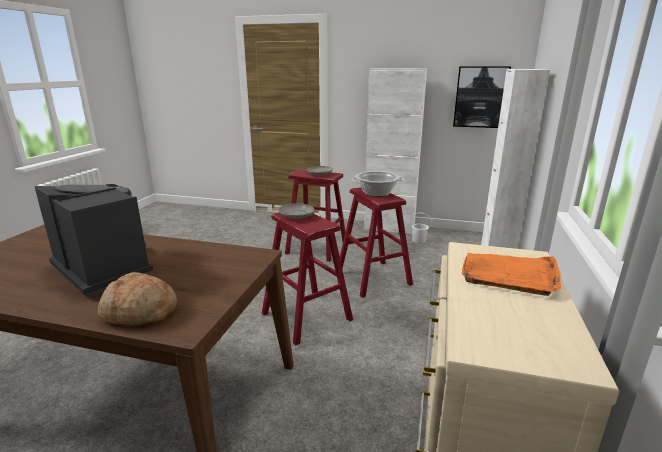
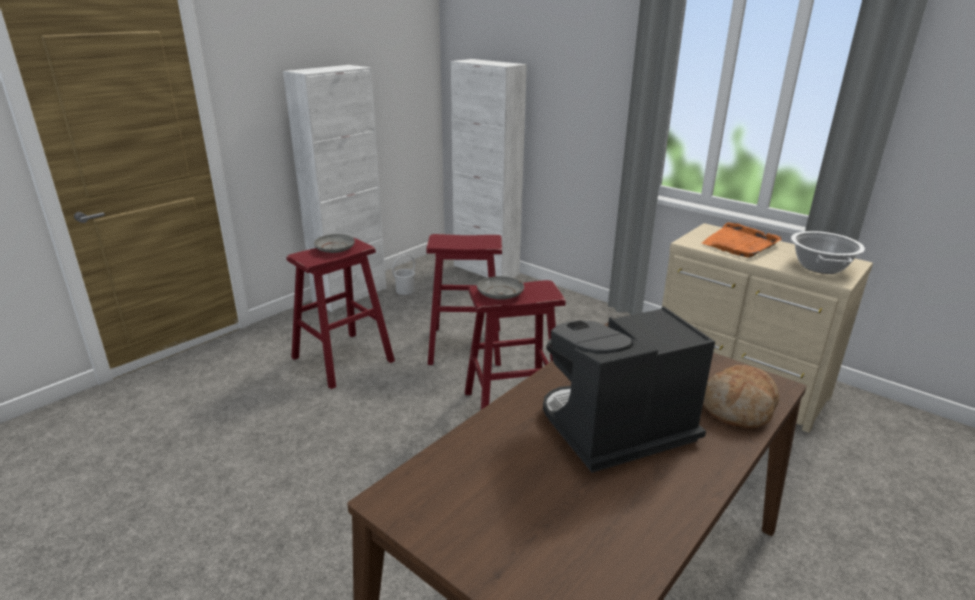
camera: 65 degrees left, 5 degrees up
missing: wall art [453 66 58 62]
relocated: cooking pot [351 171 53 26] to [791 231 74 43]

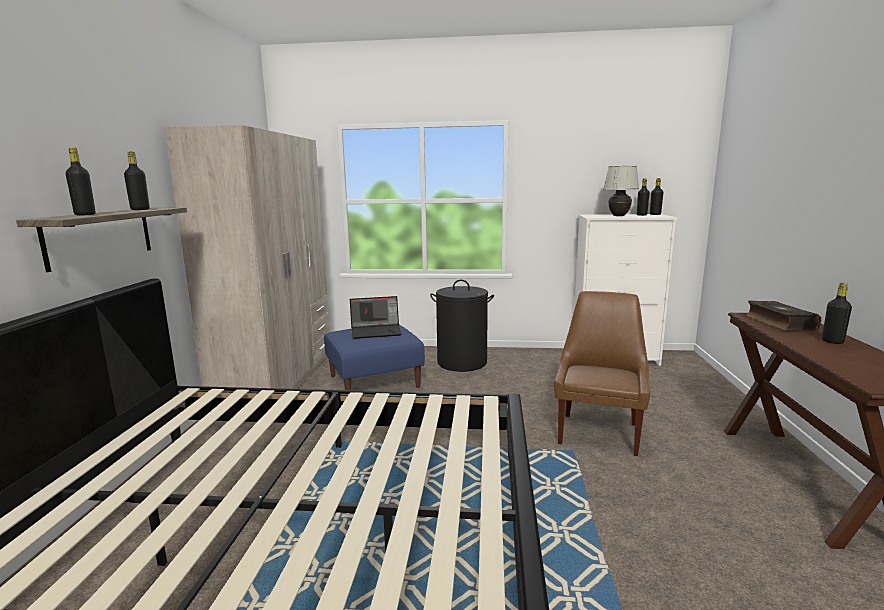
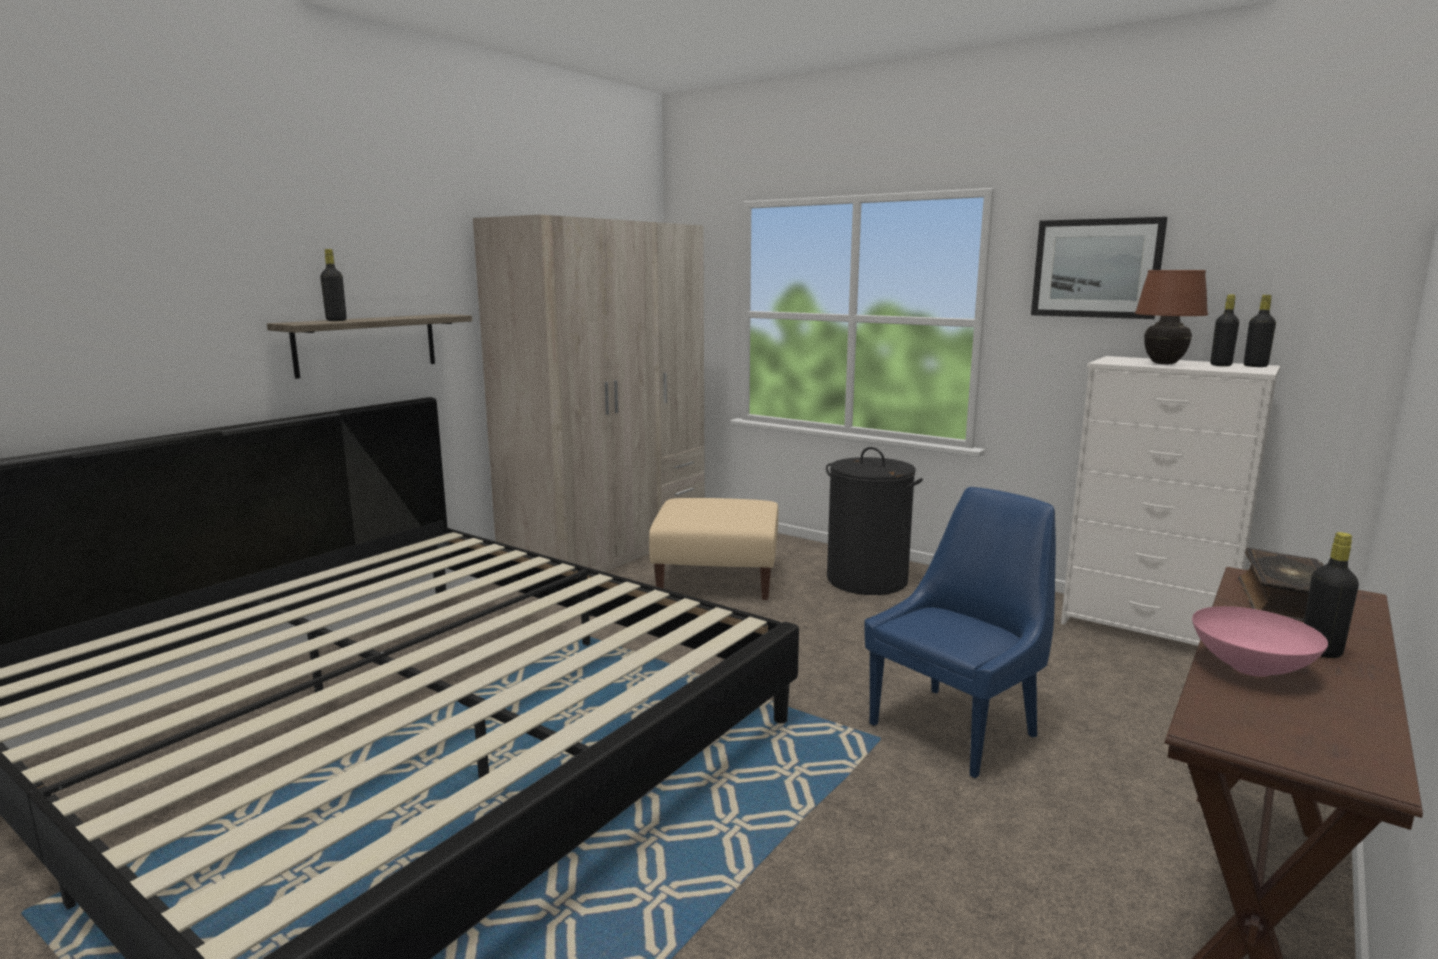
camera: 30 degrees right, 0 degrees up
missing: black-coloured bottle [124 152 26 58]; portable computer [350 296 52 43]
appeared: wall art [1031 217 136 102]; pink-coloured deep dish [1192 606 136 71]
colour: white tabletop lamp [603 166 36 50] to brown-coloured tabletop lamp [1135 270 73 94]; brown-coloured plain chair [554 291 97 165] to bluish plain chair [864 487 192 291]; bluish pouffe [324 325 101 65] to beige-coloured pouffe [649 498 129 102]

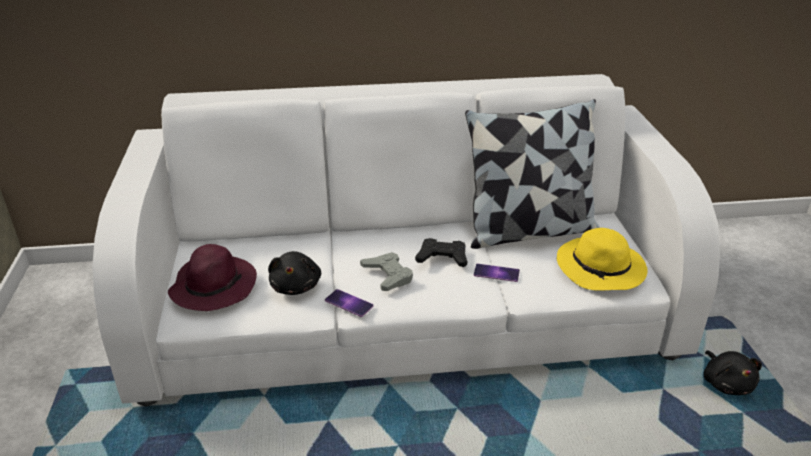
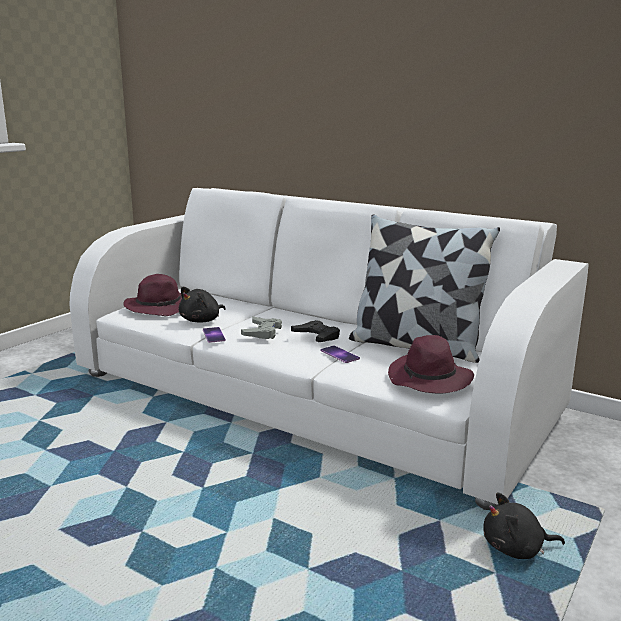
camera: 40 degrees right, 15 degrees down
colour: yellowish clothing hat [557 228 91 63] to purple clothing hat [388 335 86 59]
spun: black-coloured plush toy [704 350 58 45] = [483 492 82 67] 60 degrees clockwise

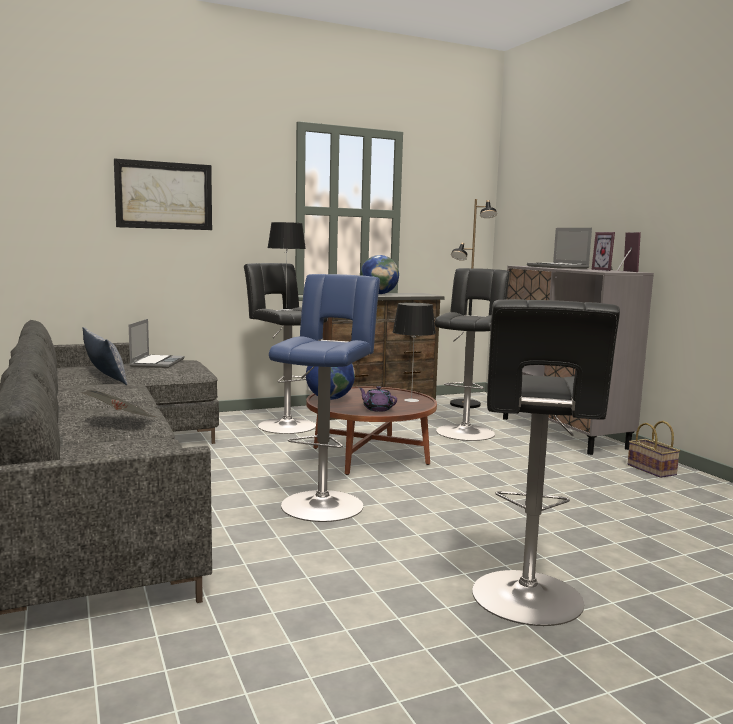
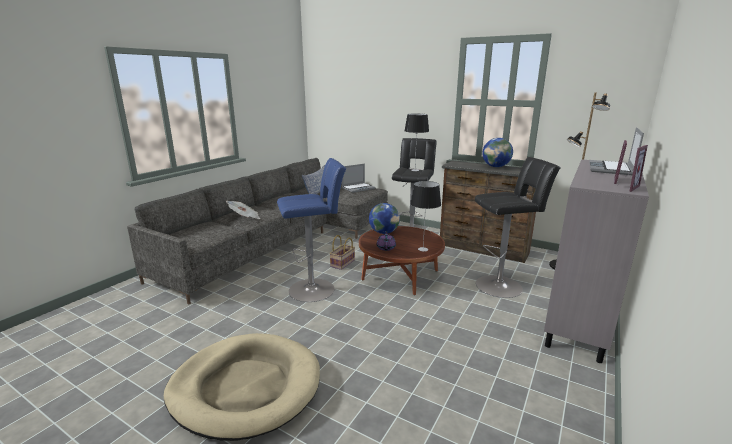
camera: 55 degrees right, 10 degrees up
missing: wall art [114 158 98 72]
relocated: household basket [628 421 52 57] to [329 235 26 35]
exchanged: black-coloured stool [472 299 148 327] to beige-coloured pet bed [164 333 156 108]

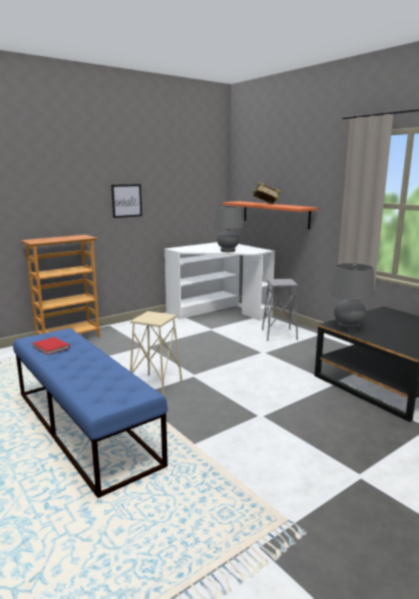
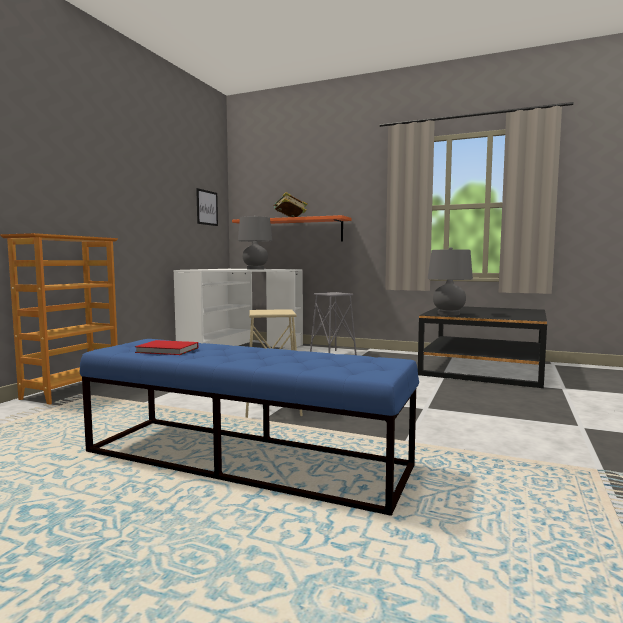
camera: 30 degrees left, 10 degrees down
relocated: wall art [111 184 31 34] to [196 188 22 38]

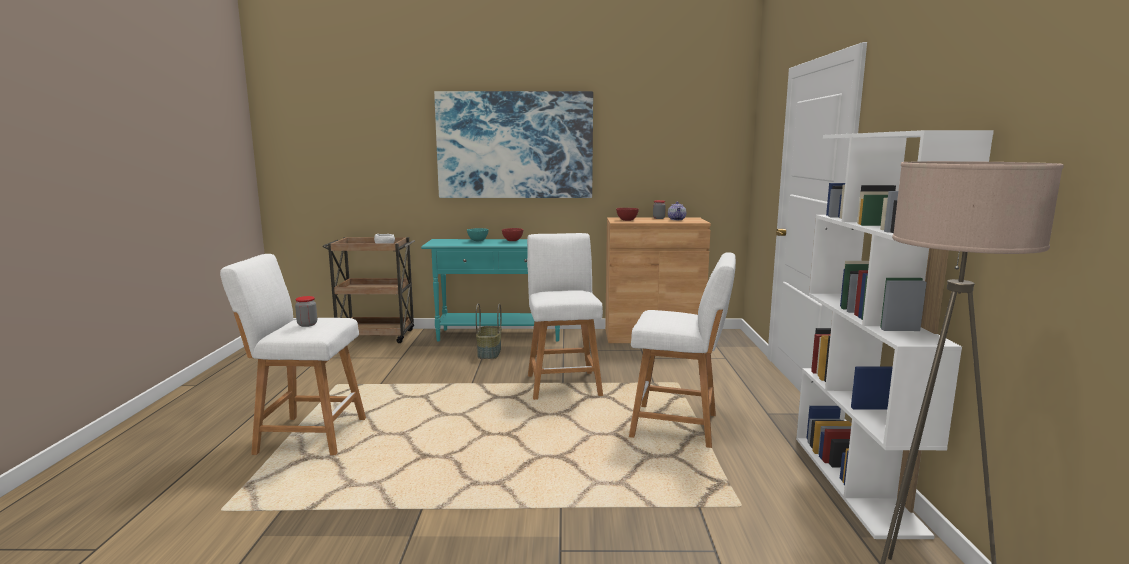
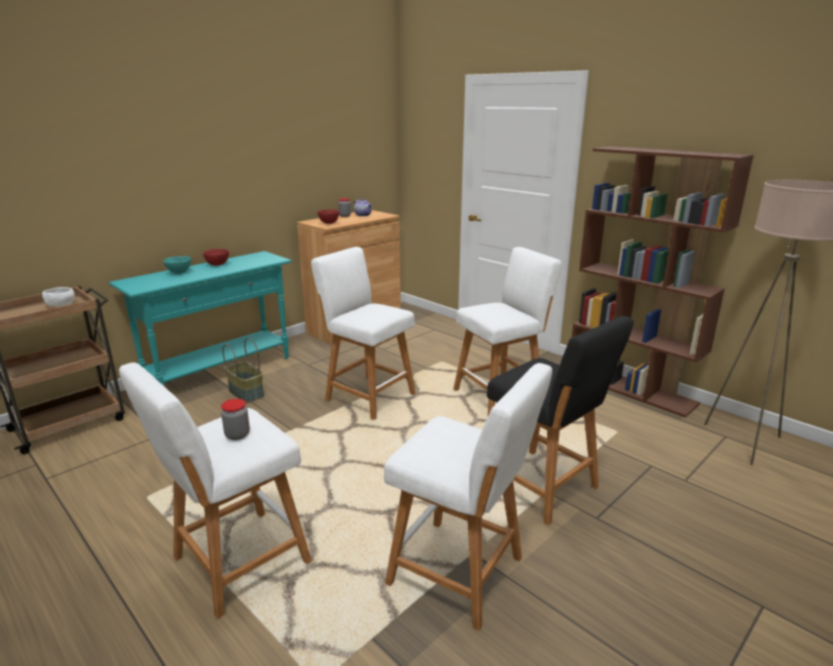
camera: 45 degrees left, 10 degrees up
missing: wall art [434 91 159 107]
appeared: black-coloured stool [487 316 146 209]; white stool [384 363 168 268]
colour: white bookcase [796 130 198 409] to brown-coloured bookcase [572 146 182 272]

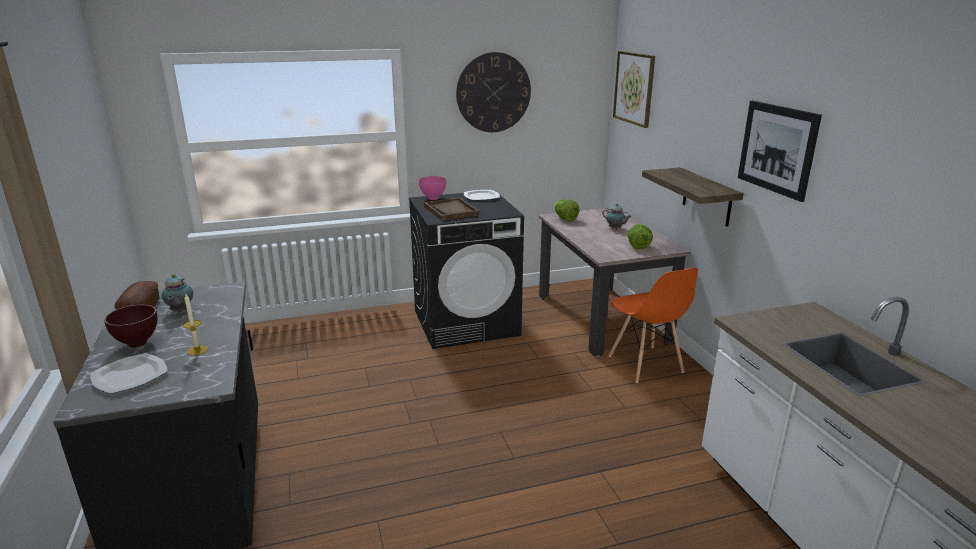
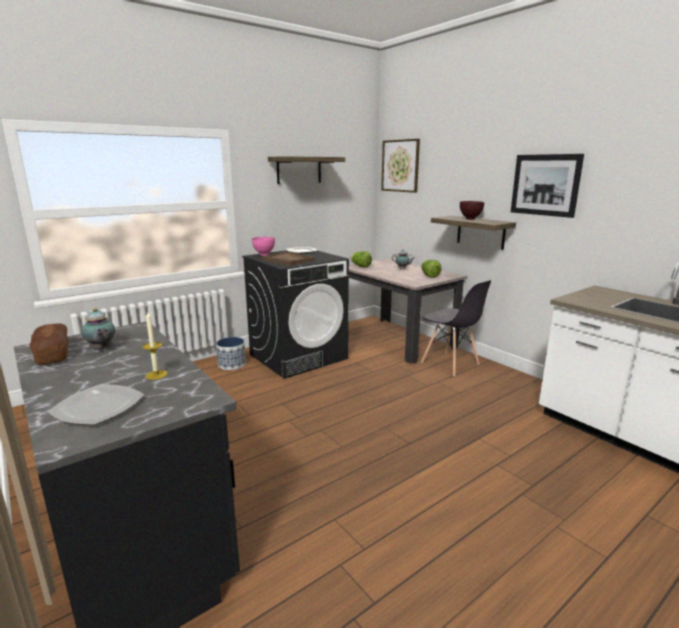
camera: 20 degrees left, 5 degrees down
appeared: plant pot [216 337 30 33]
relocated: brown-coloured deep dish [104 305 53 43] to [460 201 24 19]
exchanged: hanging clock [456 52 75 80] to wall shelf [268 156 77 28]
colour: orangey plain chair [609 268 89 115] to grey plain chair [421 280 70 96]

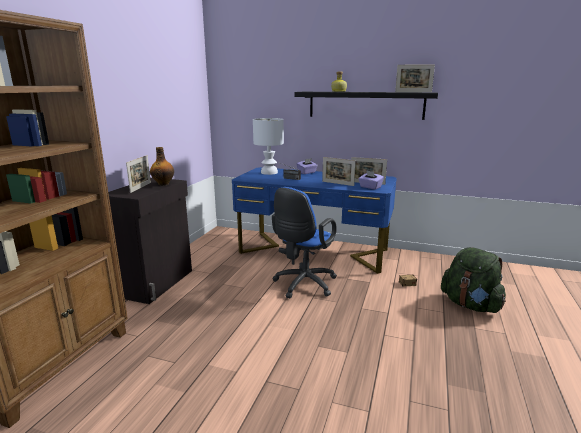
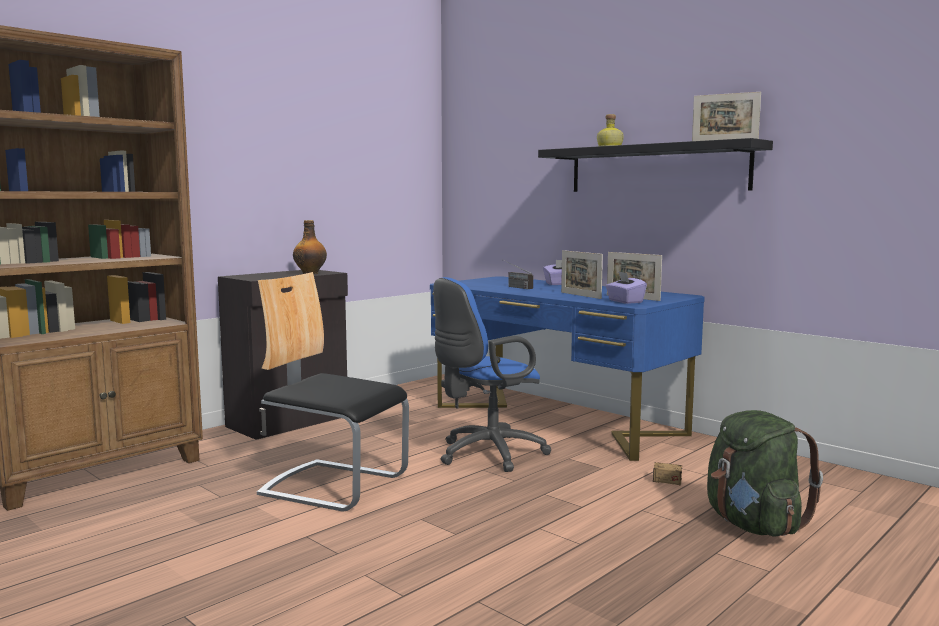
camera: 25 degrees right, 10 degrees down
missing: white tabletop lamp [253 118 31 57]; picture frame [126 155 25 38]
appeared: plain chair [257 272 152 240]

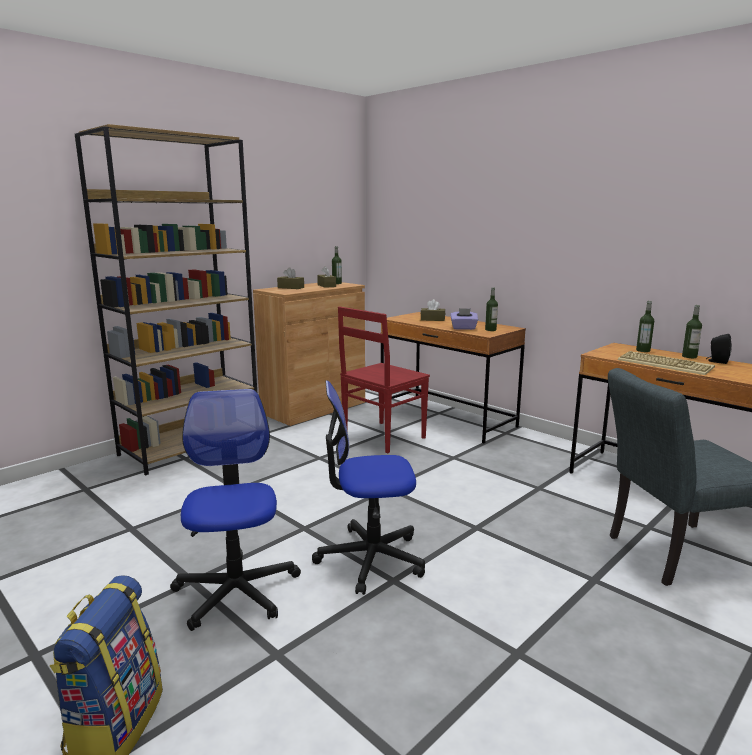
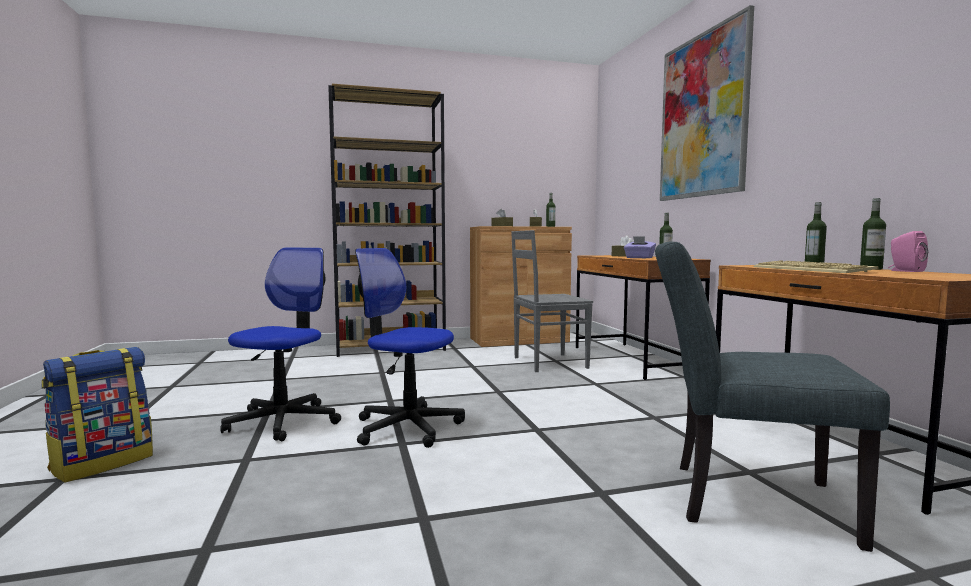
camera: 30 degrees right, 10 degrees down
appeared: wall art [660 5 94 196]
colour: red plain chair [338 306 92 148] to grey plain chair [511 230 82 142]; black-coloured audio speaker [706 334 26 30] to pink-coloured audio speaker [888 231 40 41]

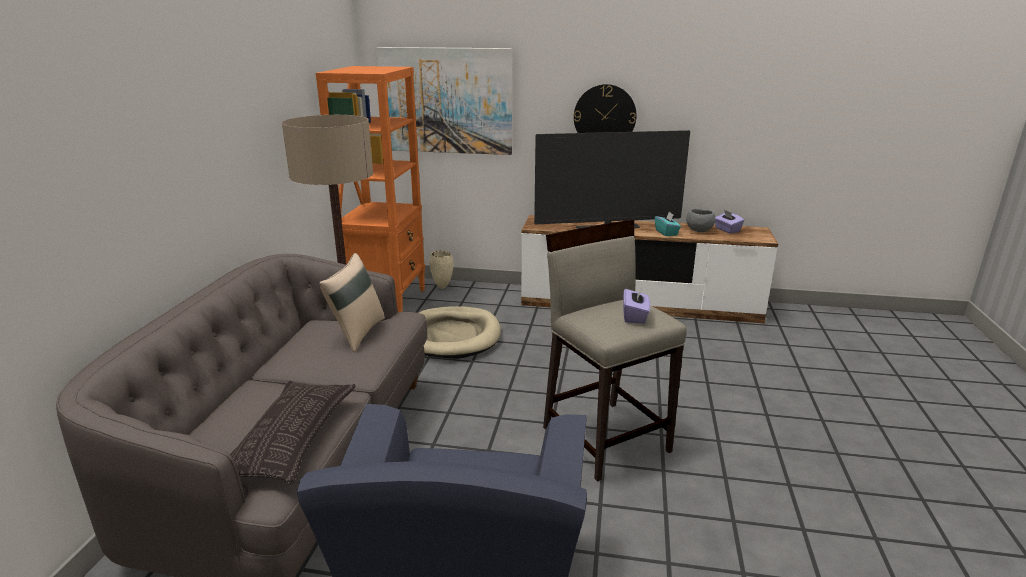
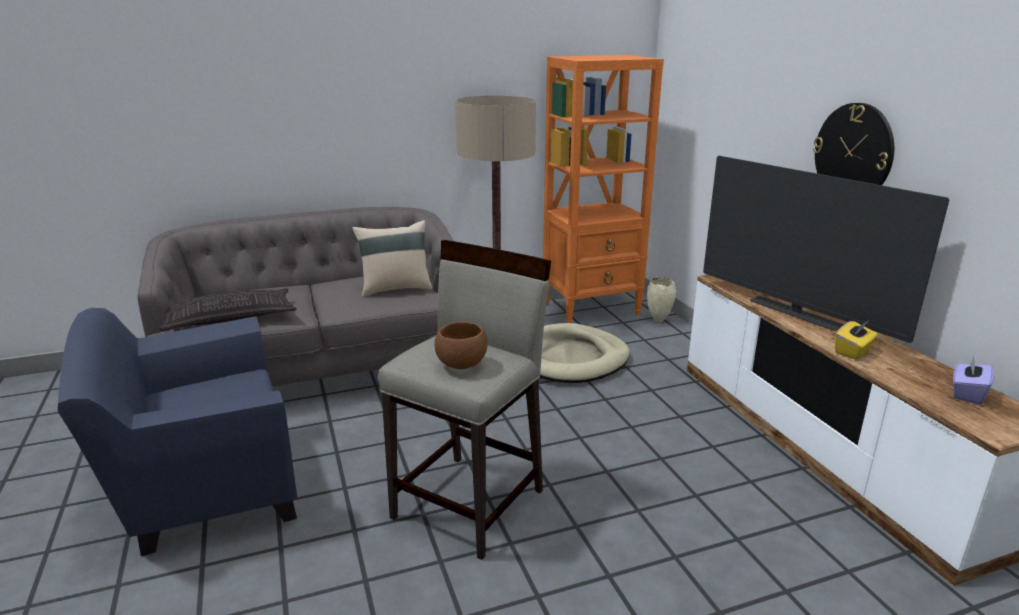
camera: 60 degrees right, 0 degrees up
missing: wall art [376 47 136 108]; grey deep dish [686 209 29 23]
exchanged: purple box of tissues [623 287 27 37] to brown-coloured deep dish [435 322 53 47]
colour: turquoise box of tissues [655 212 26 24] to yellowish box of tissues [835 320 43 40]

